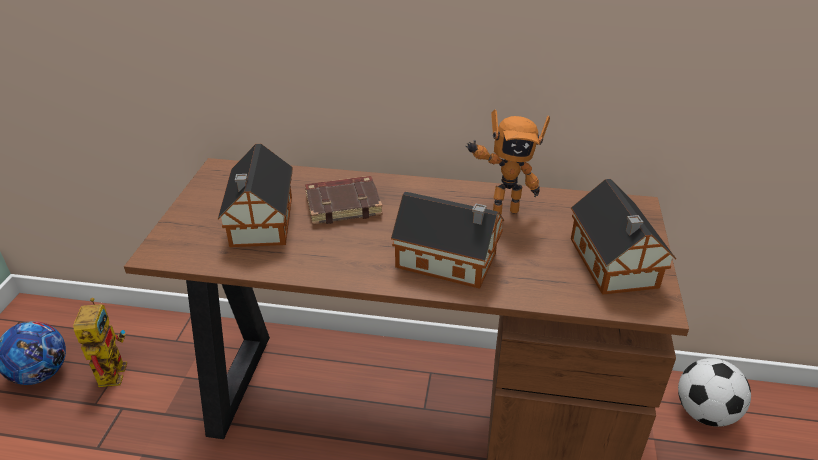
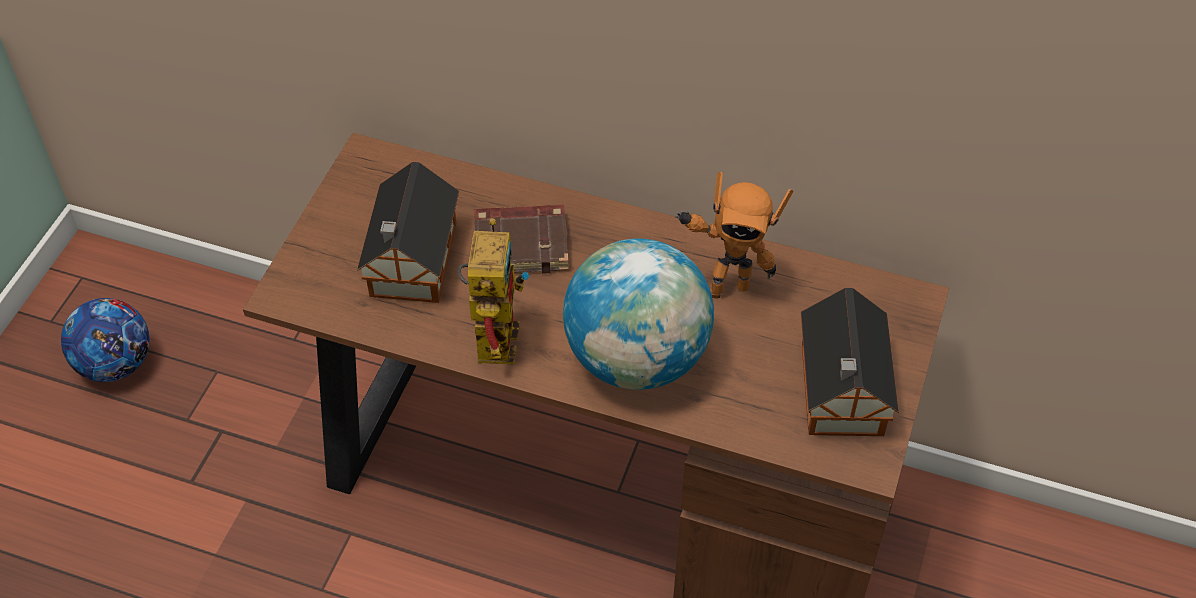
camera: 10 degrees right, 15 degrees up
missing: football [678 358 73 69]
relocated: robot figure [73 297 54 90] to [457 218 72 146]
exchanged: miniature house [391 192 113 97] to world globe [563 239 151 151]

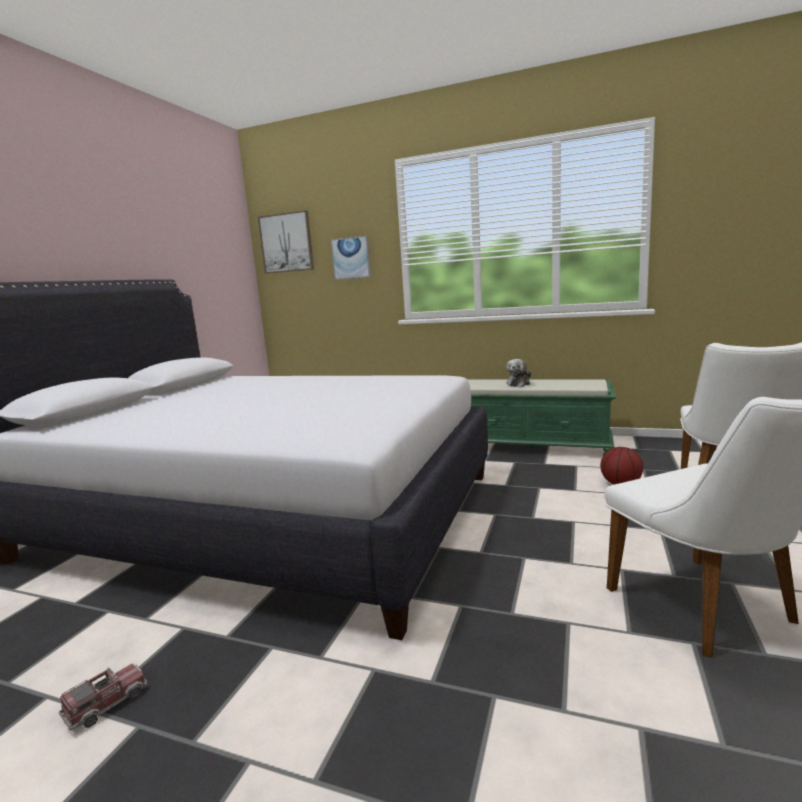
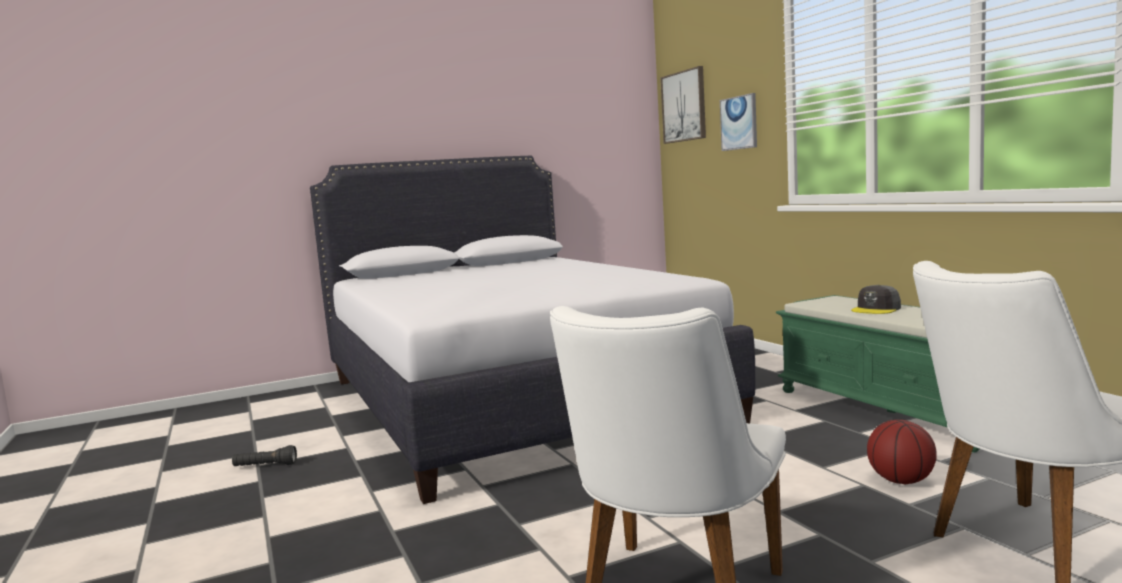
camera: 45 degrees right, 5 degrees down
exchanged: plush toy [506 359 25 28] to grey cap [851 285 50 29]; model truck [59 664 89 66] to black-coloured flashlight [232 445 65 21]

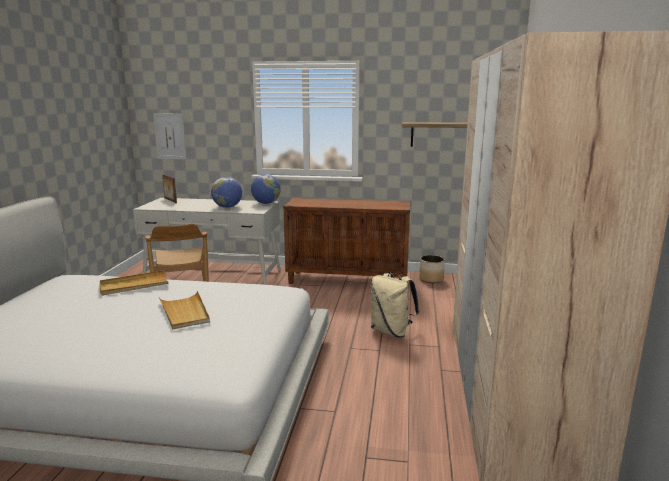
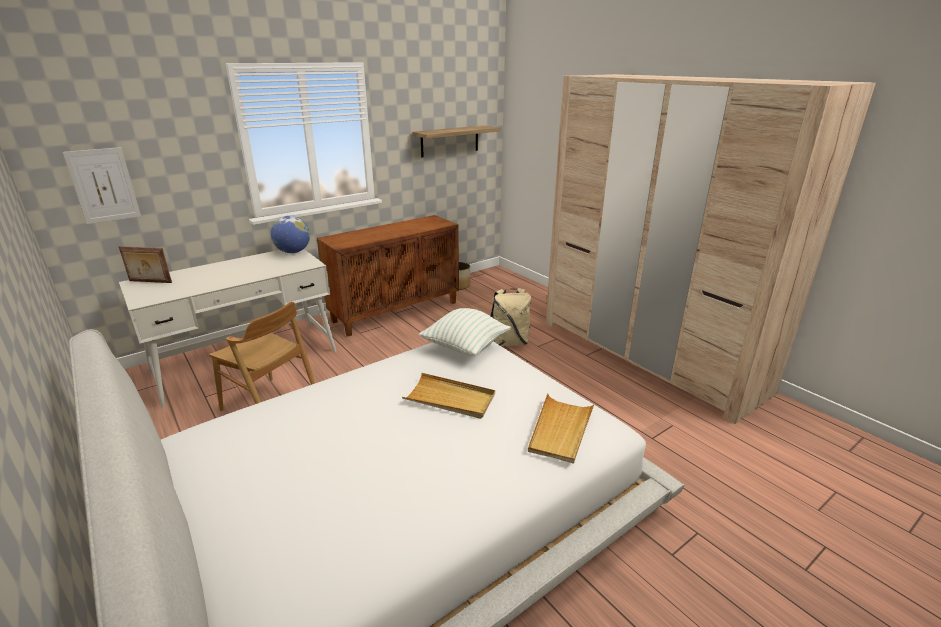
camera: 45 degrees left, 10 degrees up
missing: world globe [211 177 31 31]
appeared: pillow [419 308 92 48]
relocated: beige-coloured carrying tray [100 270 68 26] to [528 393 67 71]

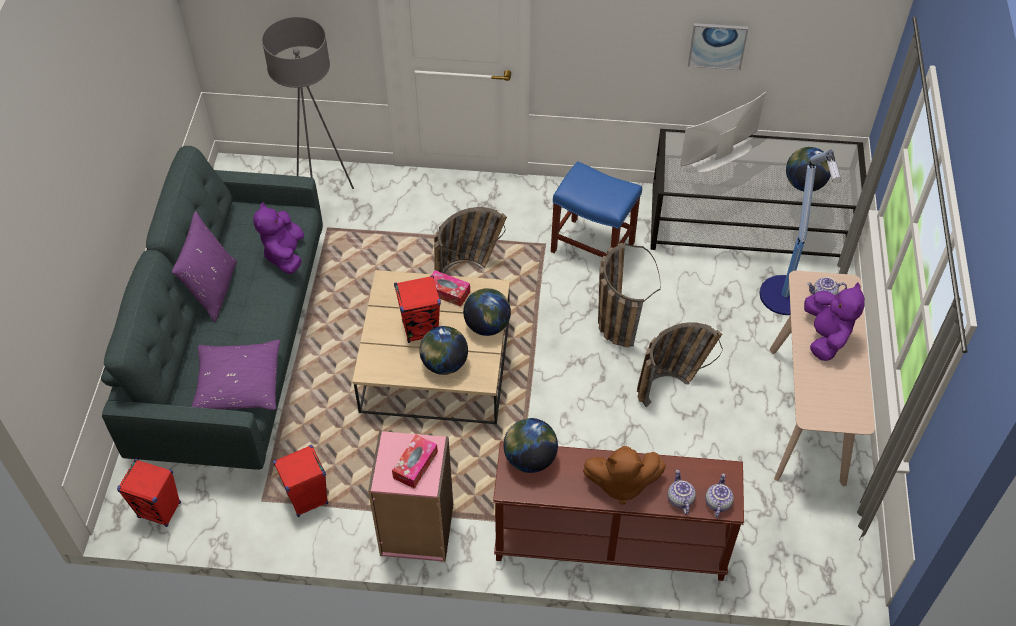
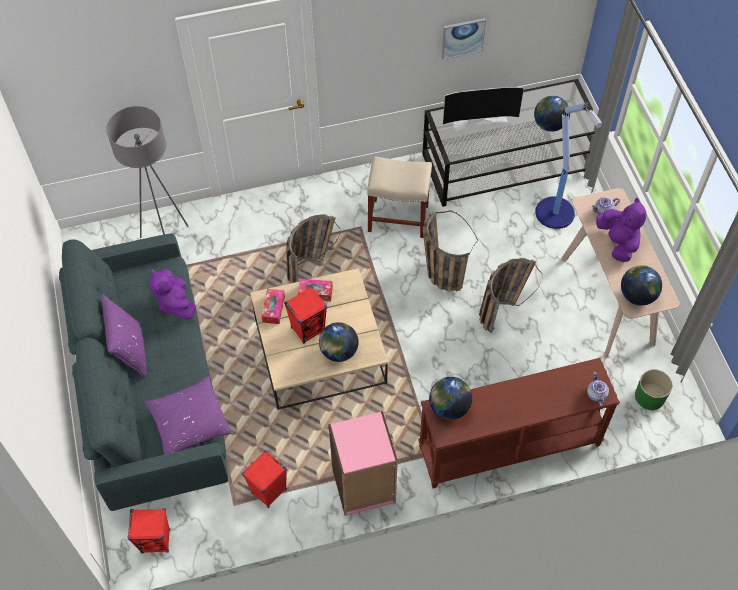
camera: 20 degrees left, 5 degrees up
missing: brown-coloured plush toy [583 446 83 59]; teapot [668 470 28 44]
appeared: green-coloured plant pot [635 369 37 41]
relocated: world globe [463 288 48 48] to [621 265 41 41]; box of tissues [392 435 46 54] to [261 289 24 35]
colour: bluish stool [551 161 91 96] to beige-coloured stool [367 156 65 82]
spun: TV set [680 92 86 80] = [442 87 82 44] 135 degrees counterclockwise

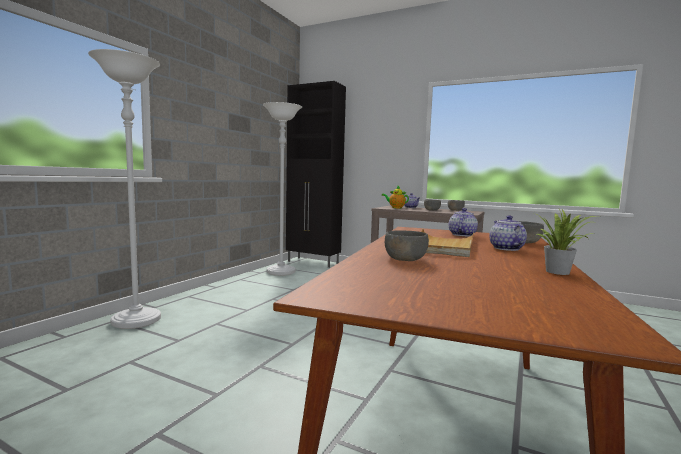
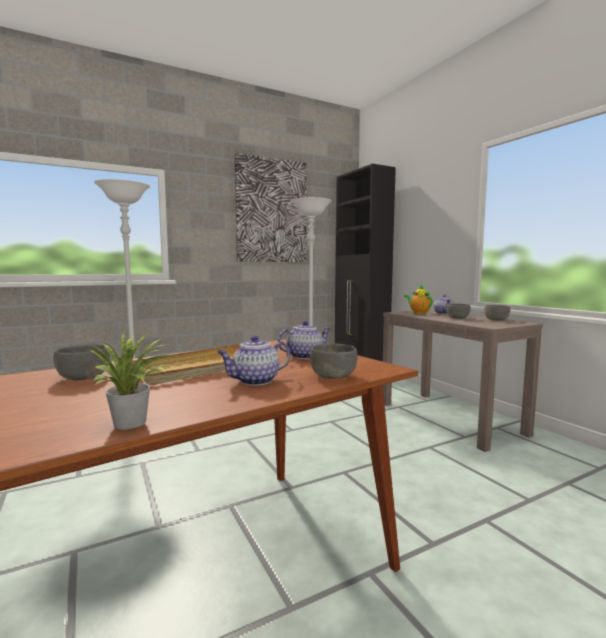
camera: 35 degrees right, 0 degrees up
appeared: wall art [235 153 71 109]
spun: teapot [489 216 38 35] = [217 335 73 51] 150 degrees counterclockwise

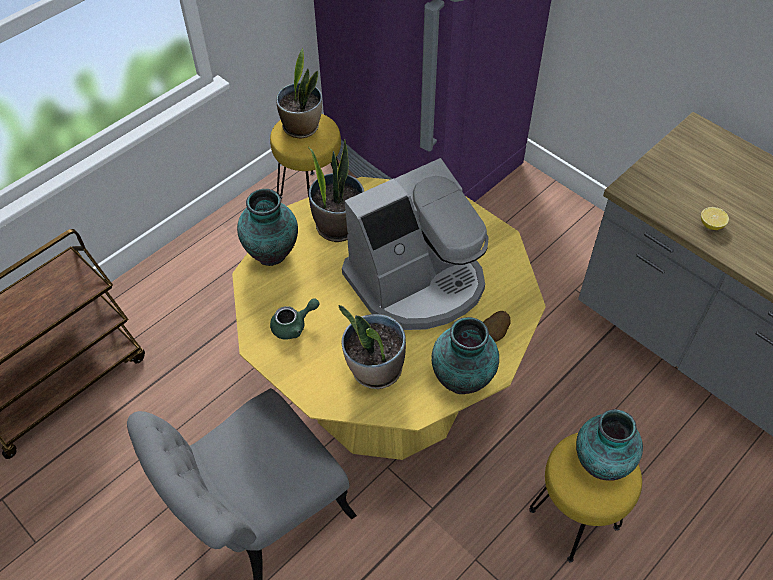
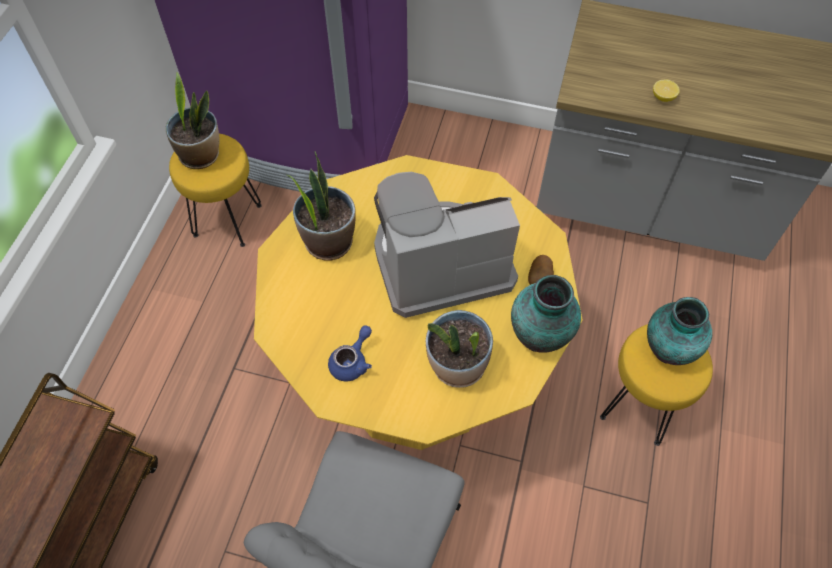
camera: 30 degrees left, 5 degrees up
missing: decorative vase [237 189 61 77]
colour: green-coloured teapot [270 298 50 42] to bluish teapot [328 325 44 57]
spun: coffee machine [342 158 146 172] = [374 172 146 146] 135 degrees counterclockwise

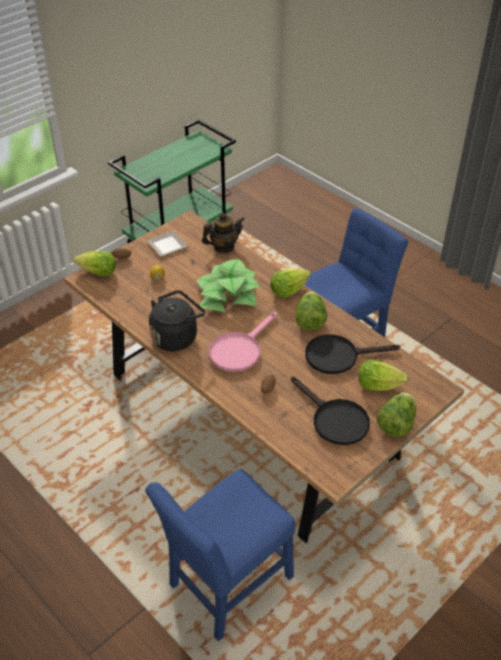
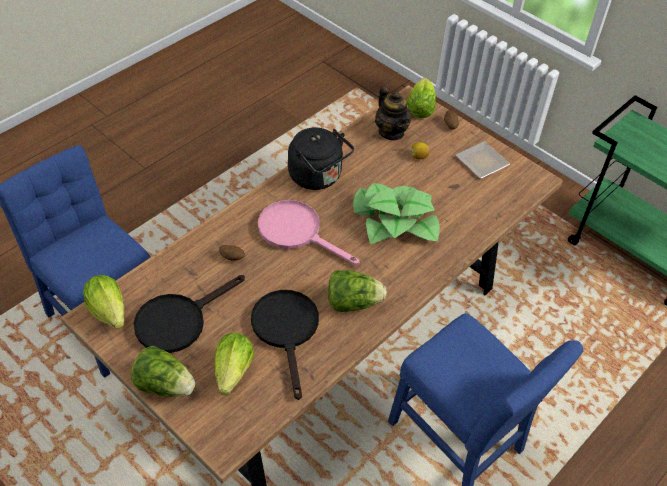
camera: 85 degrees right, 5 degrees up
relocated: teapot [202 213 43 40] to [375 86 37 54]; lettuce head [270 268 41 30] to [83 275 41 54]

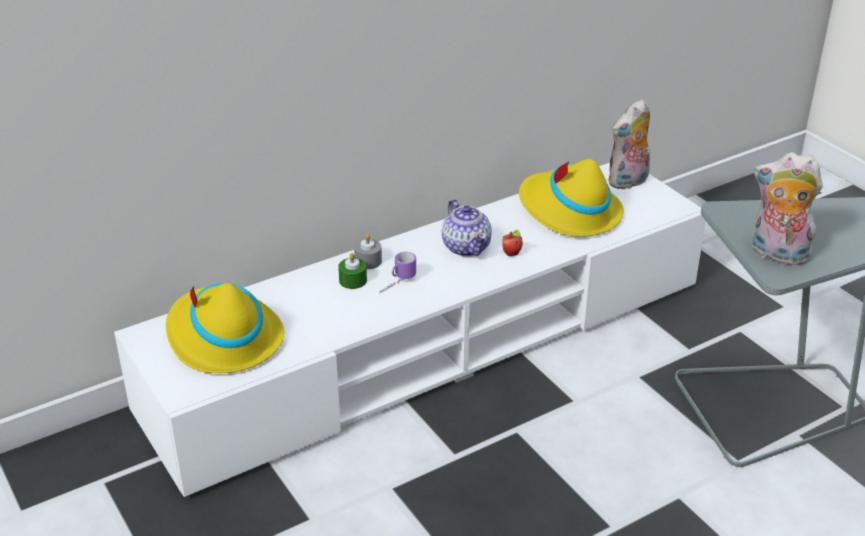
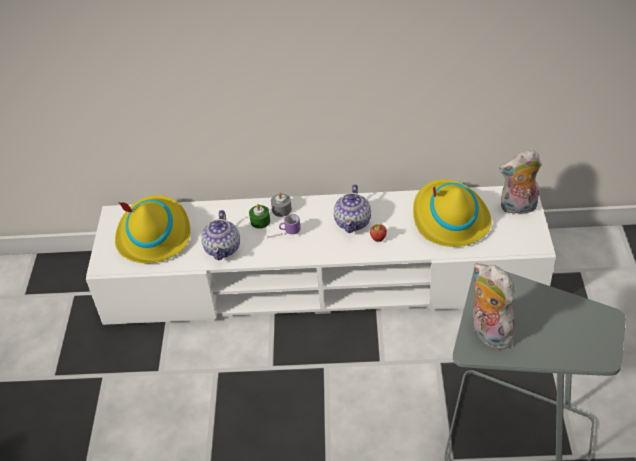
camera: 35 degrees right, 10 degrees up
appeared: teapot [201 210 39 50]

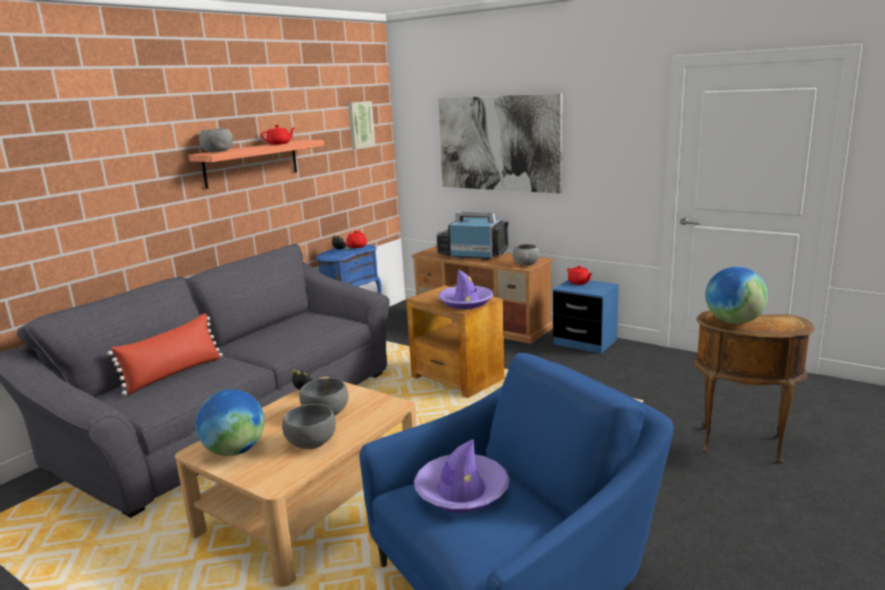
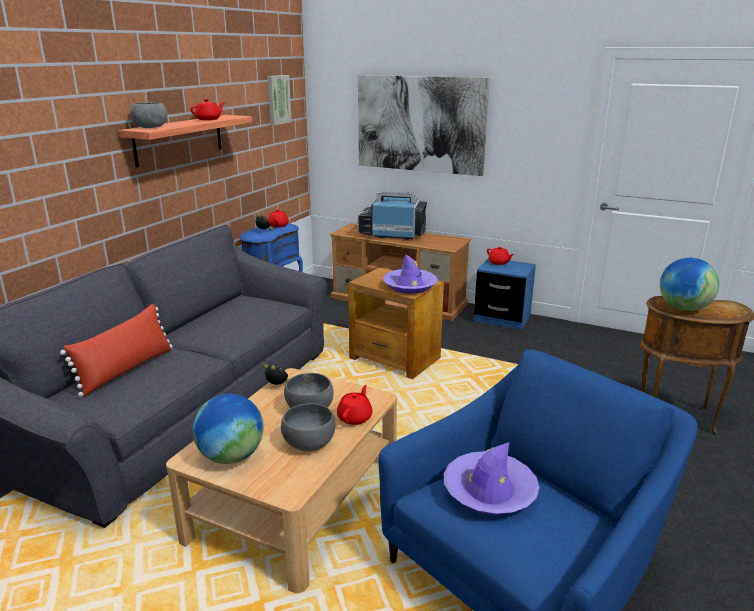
camera: 10 degrees left, 5 degrees up
missing: grey deep dish [513 244 26 22]
appeared: red teapot [337 385 35 40]

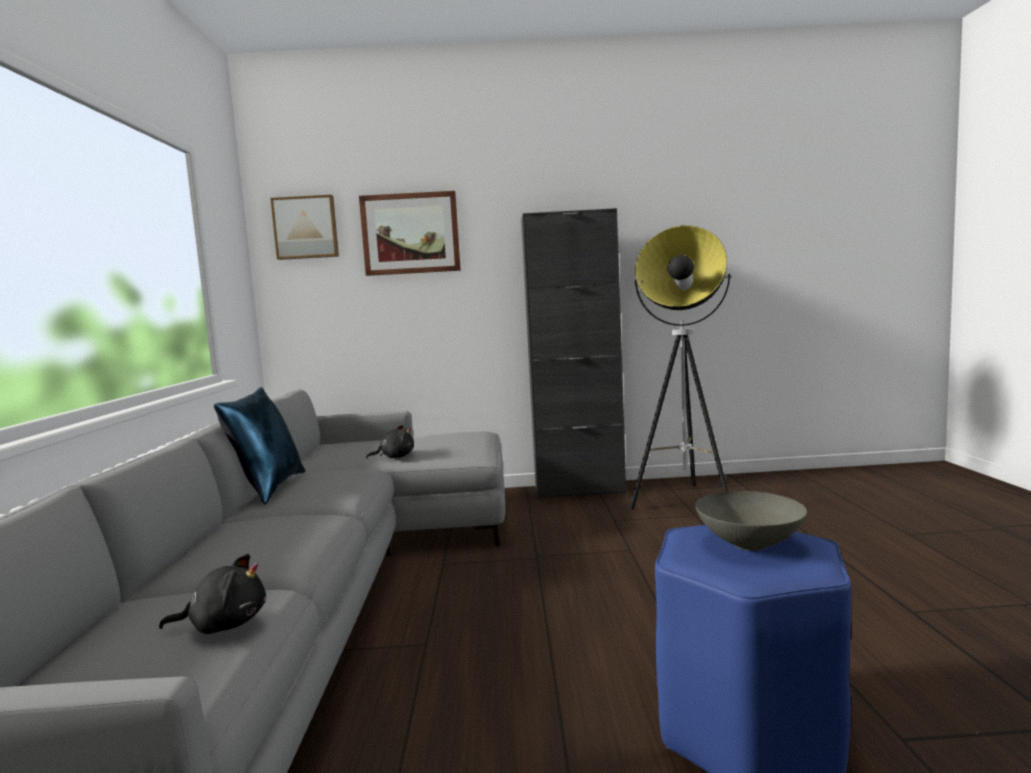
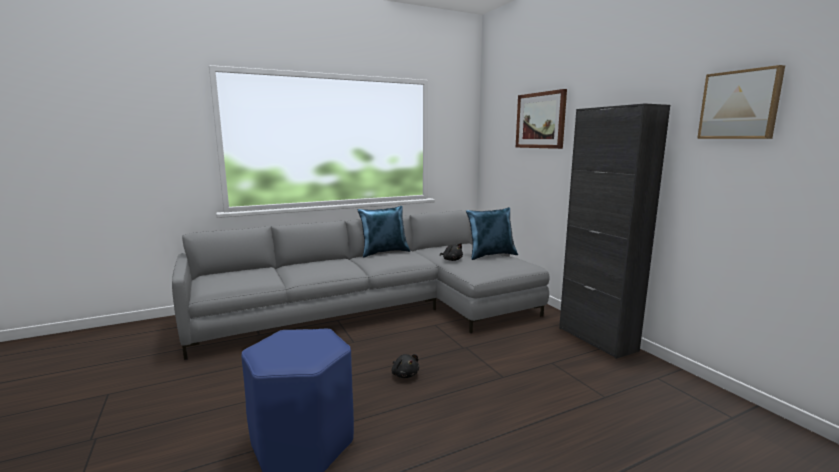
camera: 65 degrees right, 5 degrees up
missing: standing lamp [630 225 101 284]; grey deep dish [696 491 111 60]
appeared: bluish pillow [466 207 52 53]
relocated: wall art [270 195 69 65] to [697 65 88 74]; black-coloured plush toy [159 554 107 80] to [392 354 27 24]

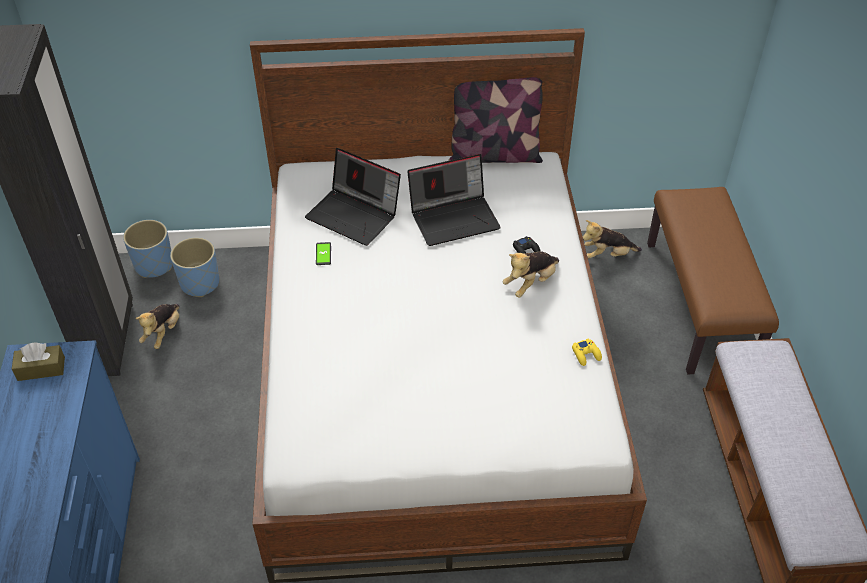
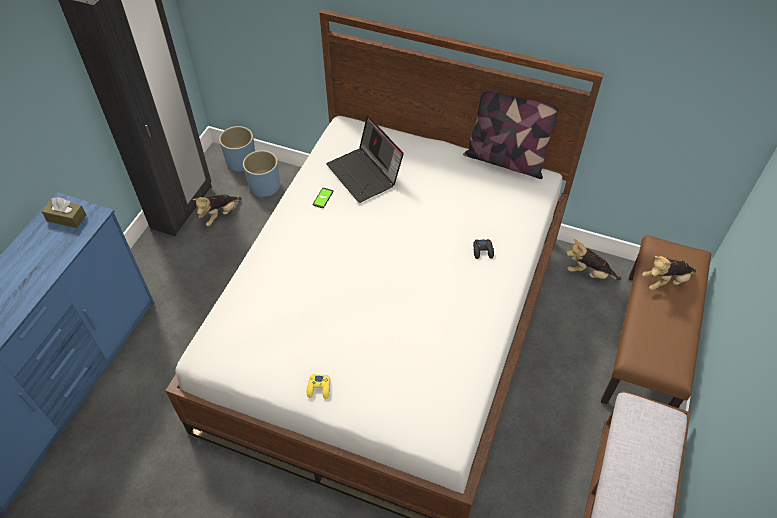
camera: 25 degrees right, 5 degrees up
missing: portable computer [407 154 94 92]
relocated: plush toy [503 252 56 46] to [642 256 54 35]; yellowish gamepad [572 338 30 28] to [307 374 23 25]

